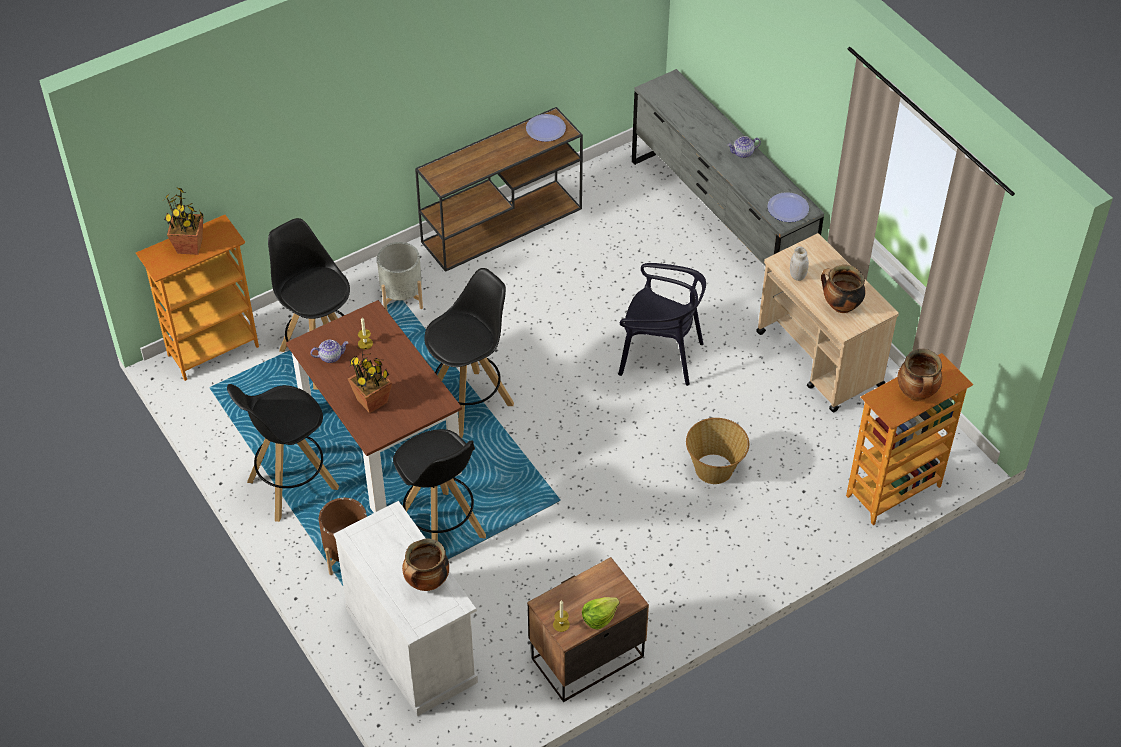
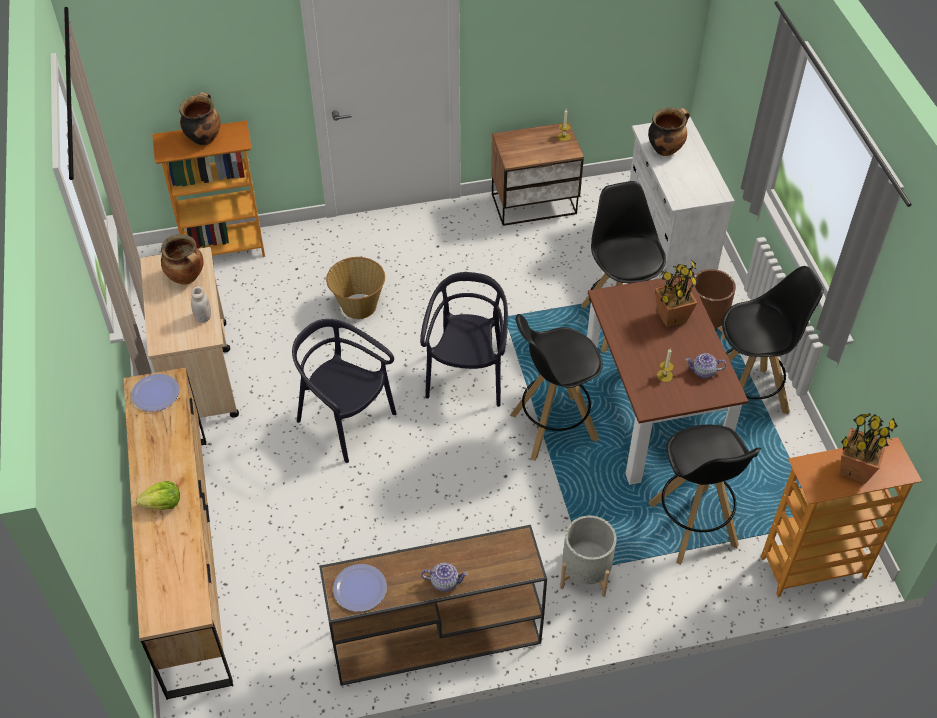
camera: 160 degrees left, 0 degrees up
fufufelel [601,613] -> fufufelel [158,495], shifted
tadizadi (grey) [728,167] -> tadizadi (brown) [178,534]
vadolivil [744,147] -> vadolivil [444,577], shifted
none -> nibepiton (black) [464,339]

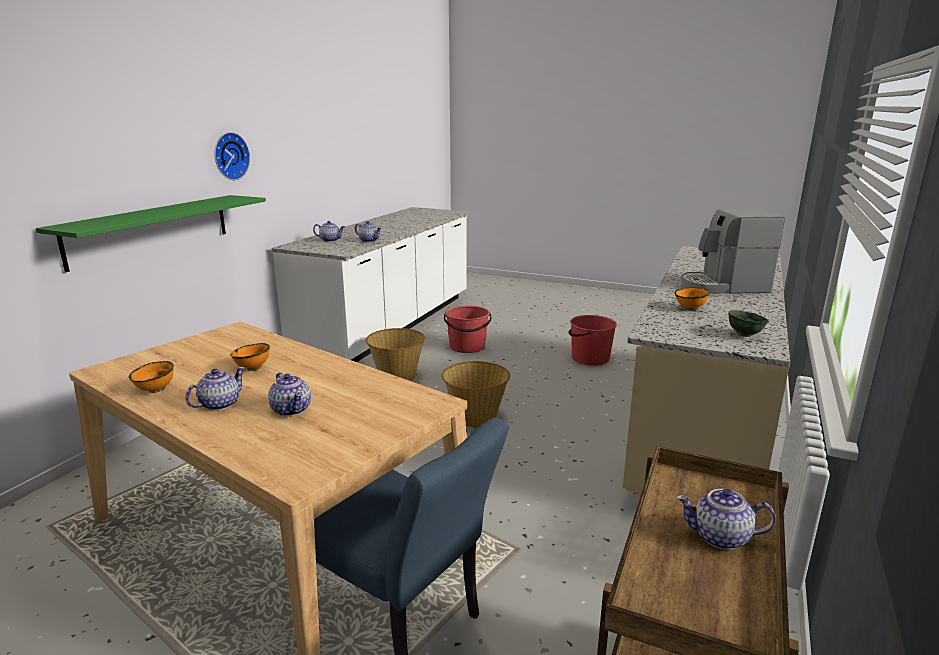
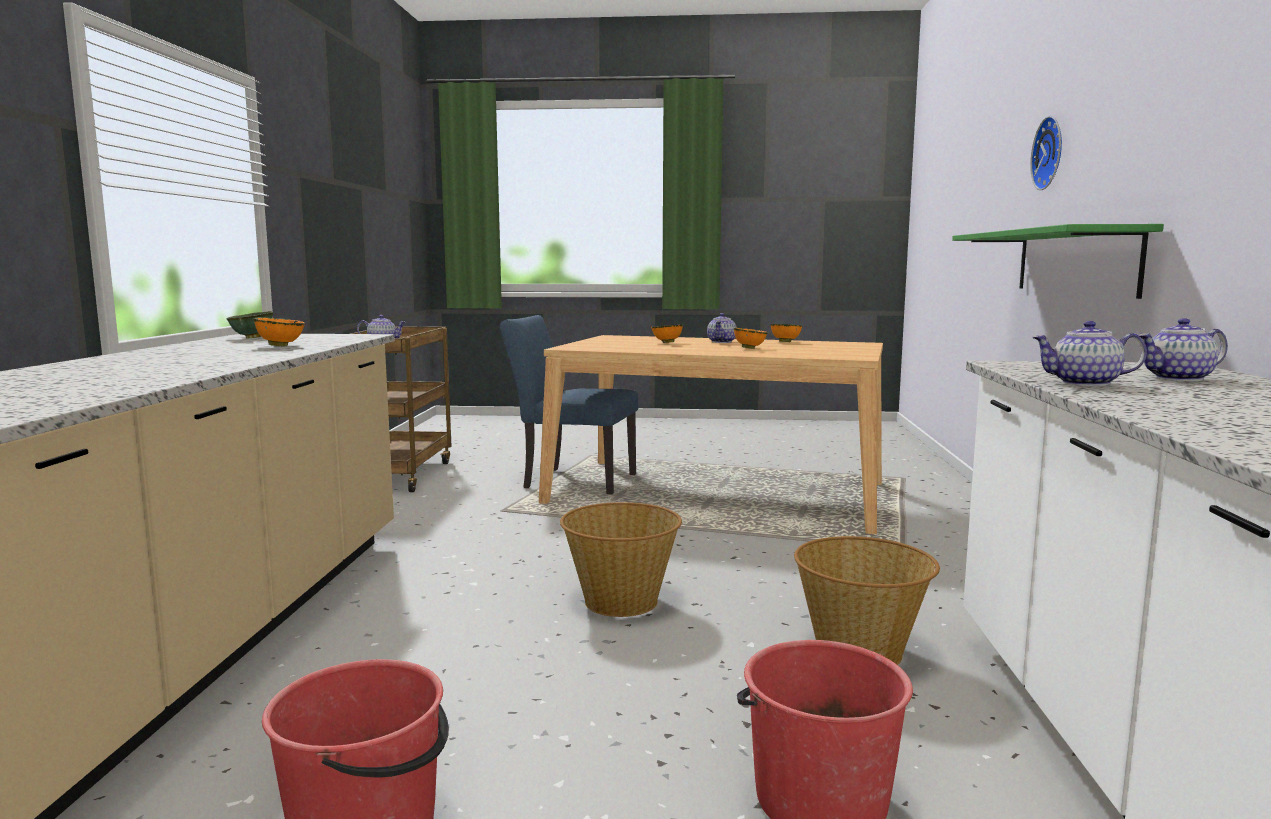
camera: 160 degrees right, 10 degrees down
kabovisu [232,156] -> kabovisu [1046,153], shifted
vadolivil [289,394] -> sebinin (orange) [667,333]
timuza [733,251] -> none

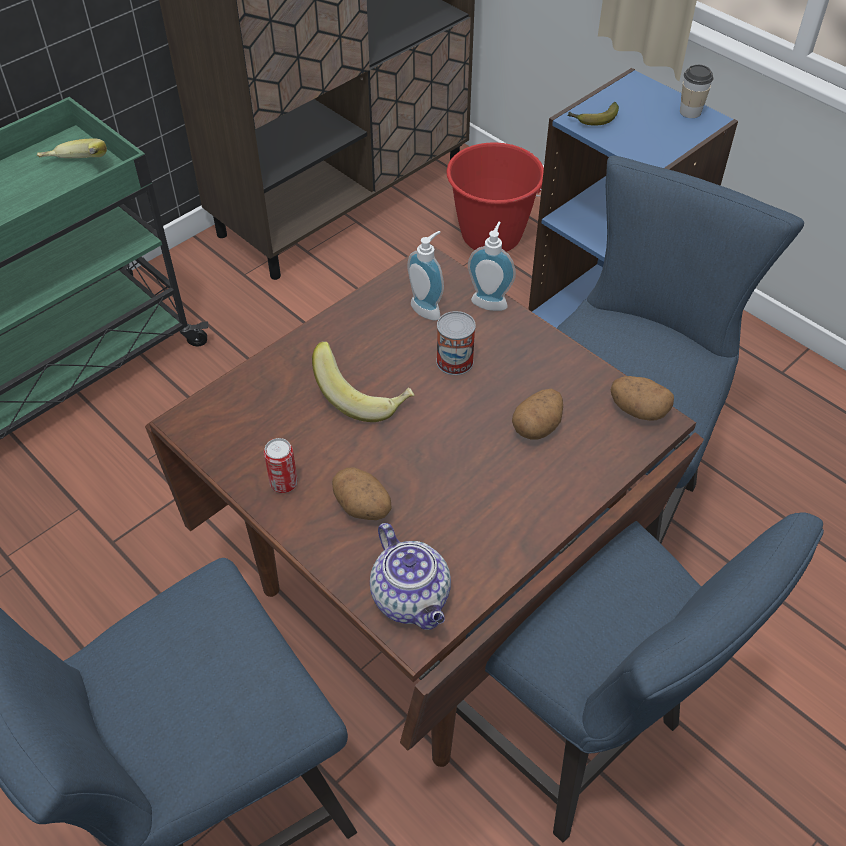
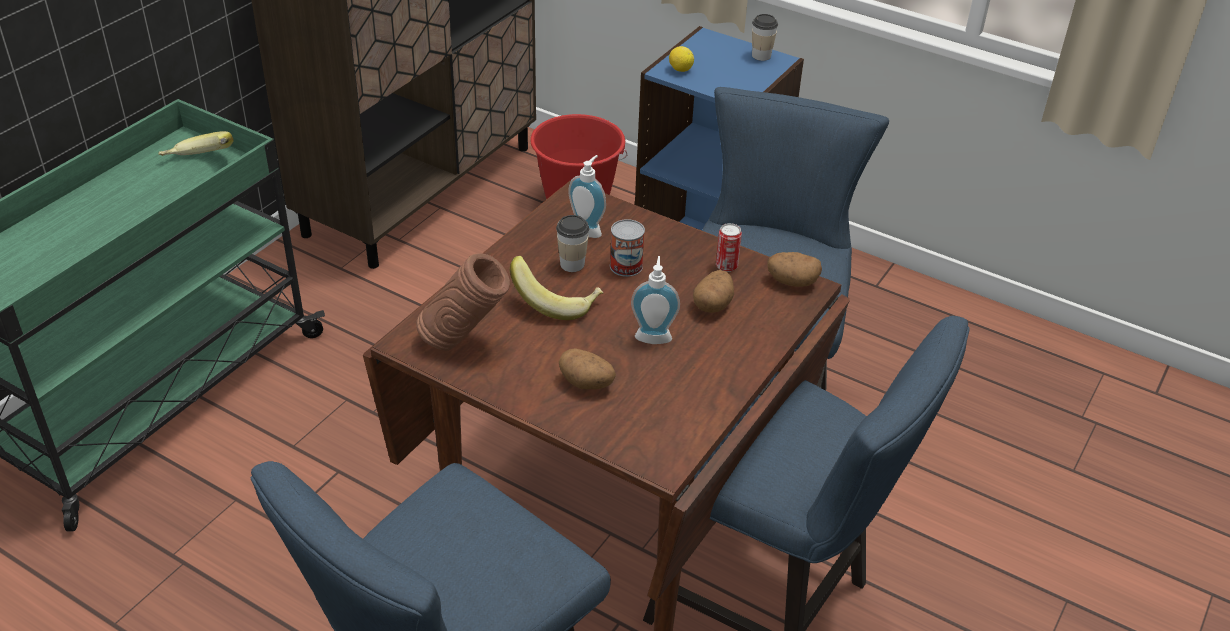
camera: 15 degrees left, 10 degrees down
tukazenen [281,465] -> tukazenen [729,247], shifted
vadolivil [410,576] -> none
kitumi [492,266] -> kitumi [655,300], shifted
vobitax [593,114] -> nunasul [681,59]
none -> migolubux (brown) [463,302]
none -> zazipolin [572,243]

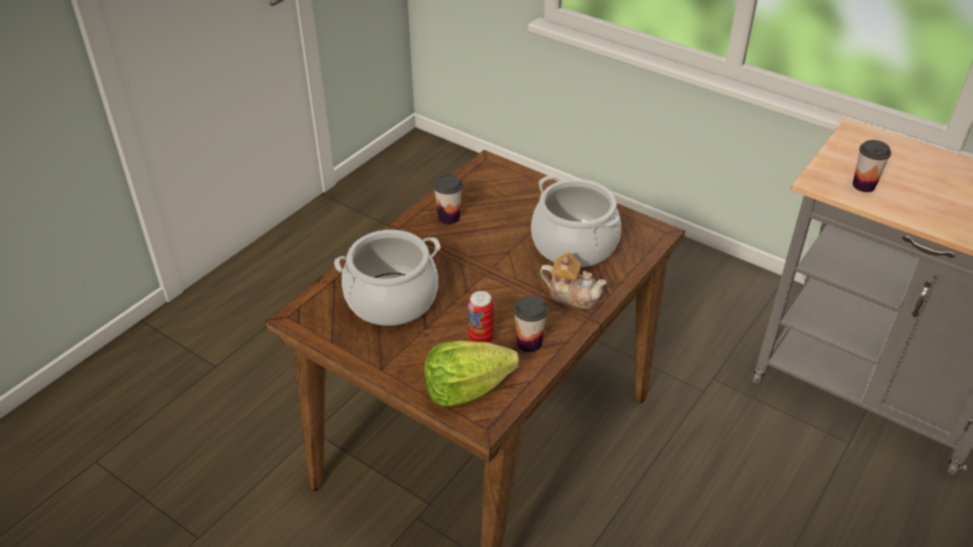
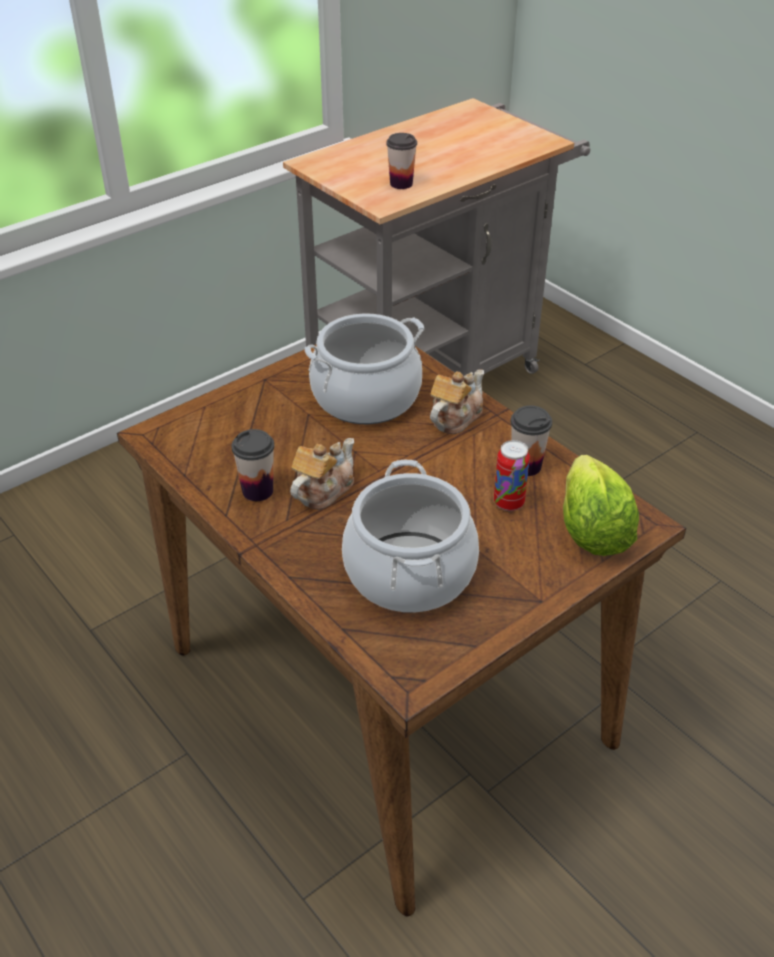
camera: 75 degrees left, 0 degrees up
none -> vadolivil [322,474]

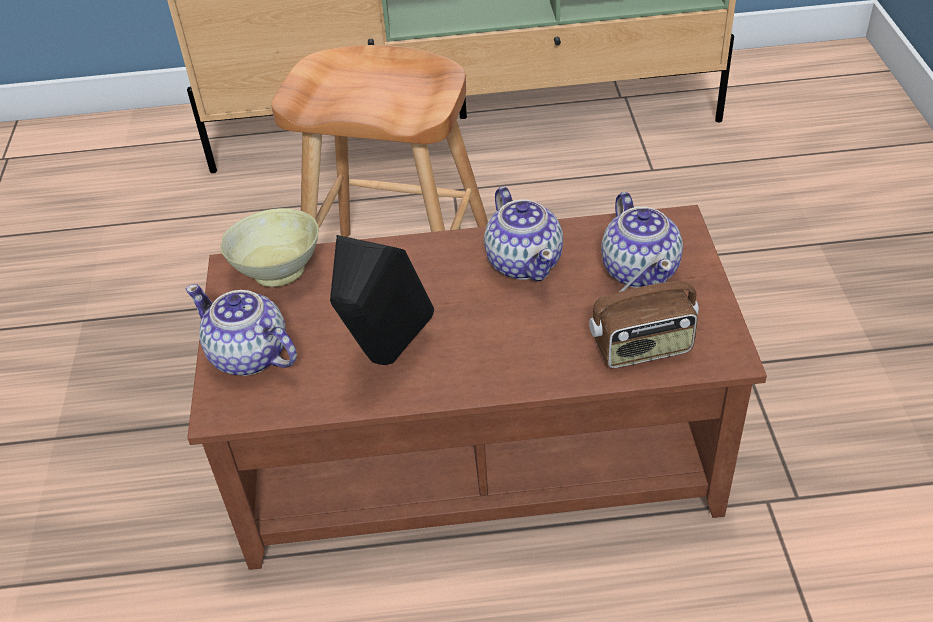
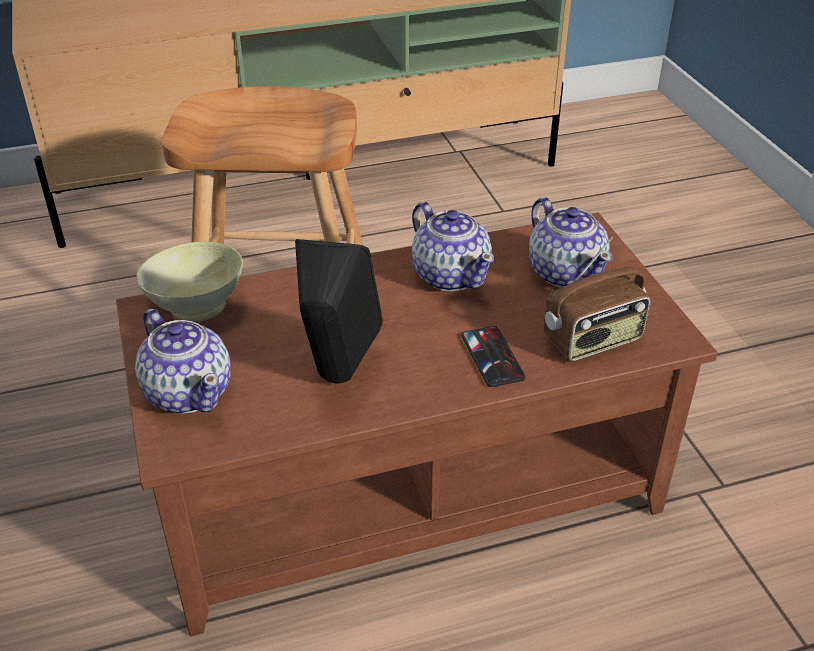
camera: 15 degrees left, 5 degrees down
vadolivil [241,330] -> vadolivil [182,361], 150 degrees counterclockwise
none -> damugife [493,356]

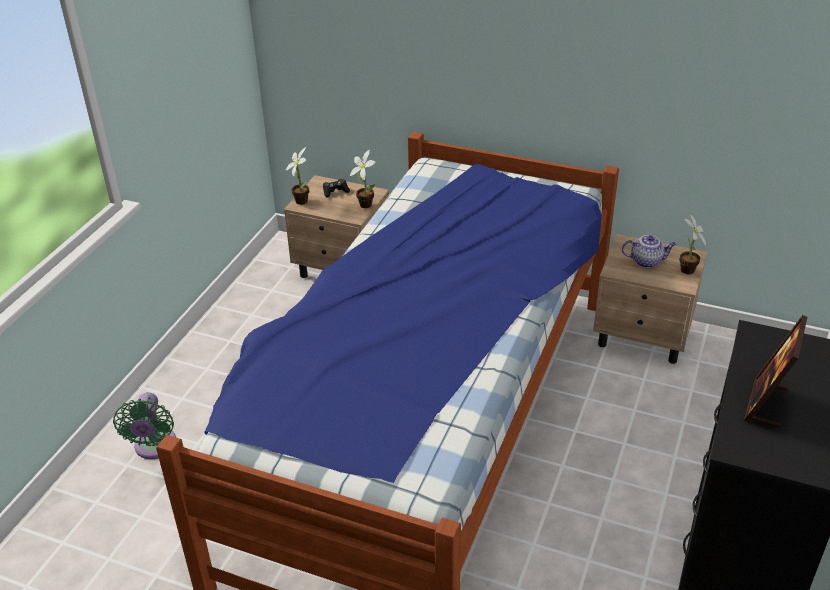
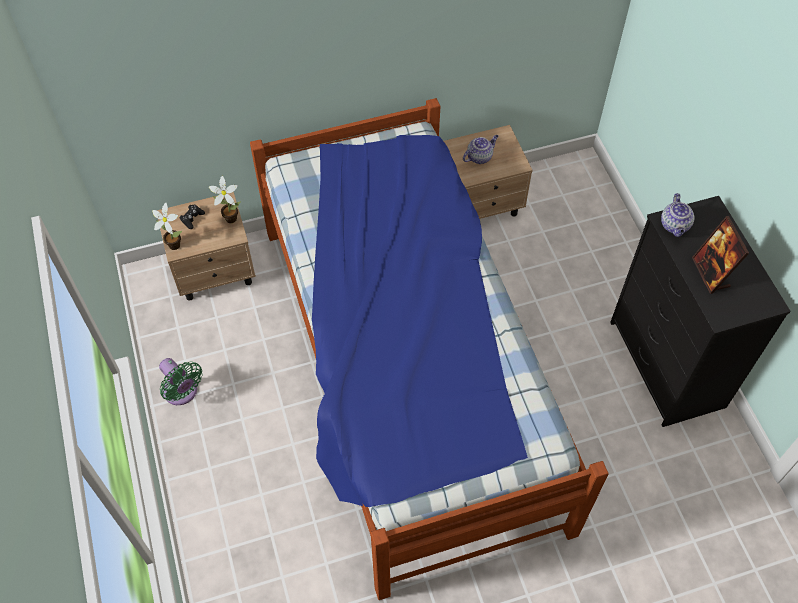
camera: 40 degrees left, 20 degrees up
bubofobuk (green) [144,425] -> bubofobuk (green) [181,381], shifted
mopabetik [692,244] -> none
none -> vadolivil [677,215]

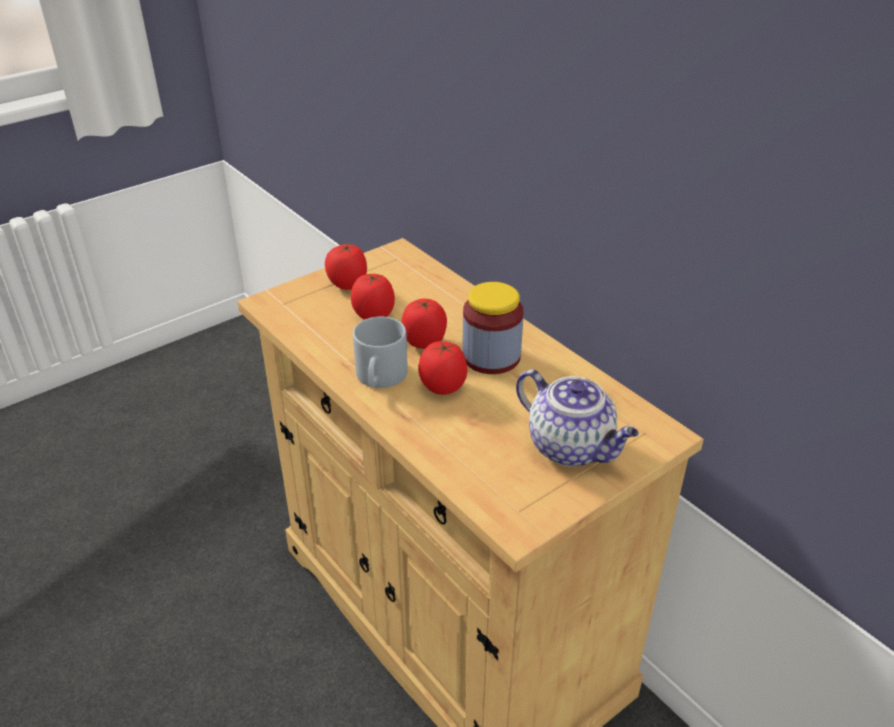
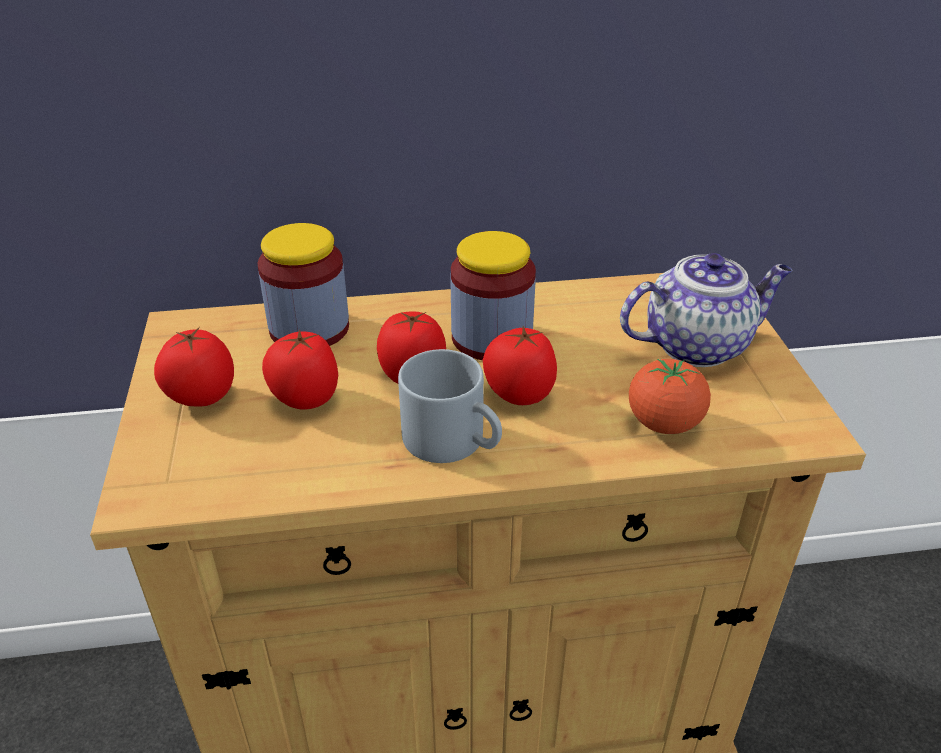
camera: 60 degrees left, 0 degrees up
none -> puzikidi [303,284]
none -> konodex [670,396]

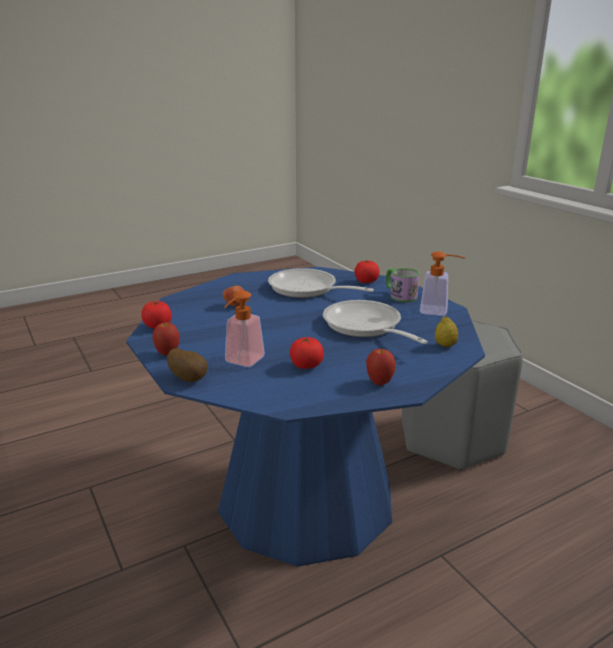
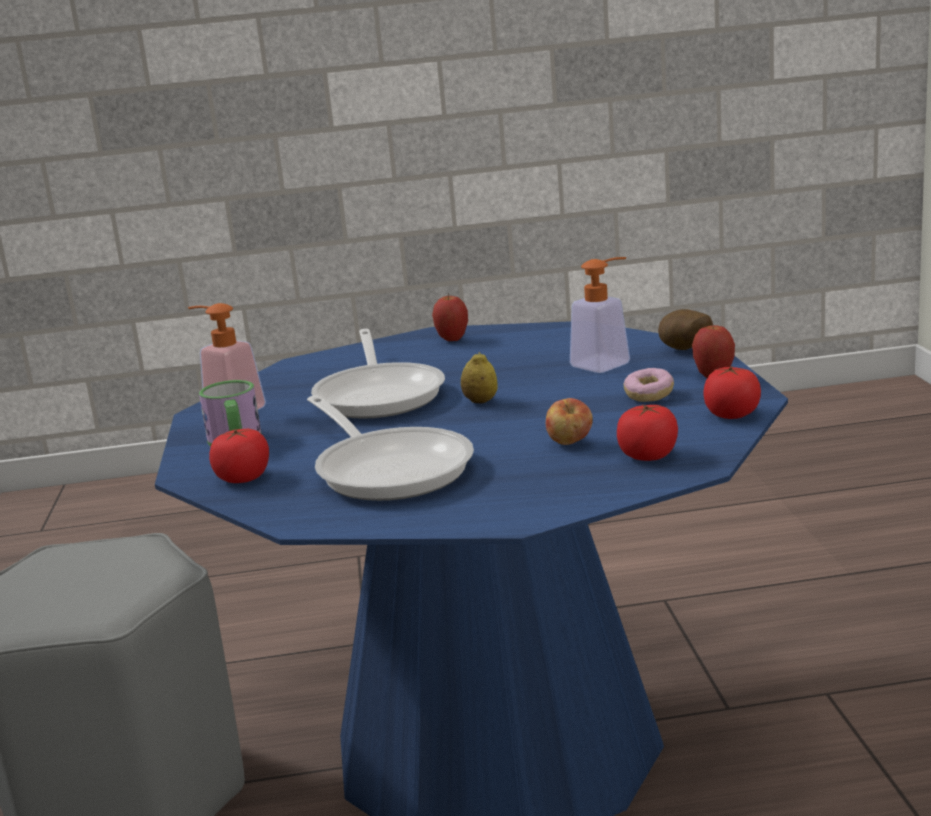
camera: 155 degrees left, 5 degrees down
konodex [307,352] -> konodex [647,432], shifted
nunasul [446,332] -> nunasul [479,377], shifted
none -> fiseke [648,385]

